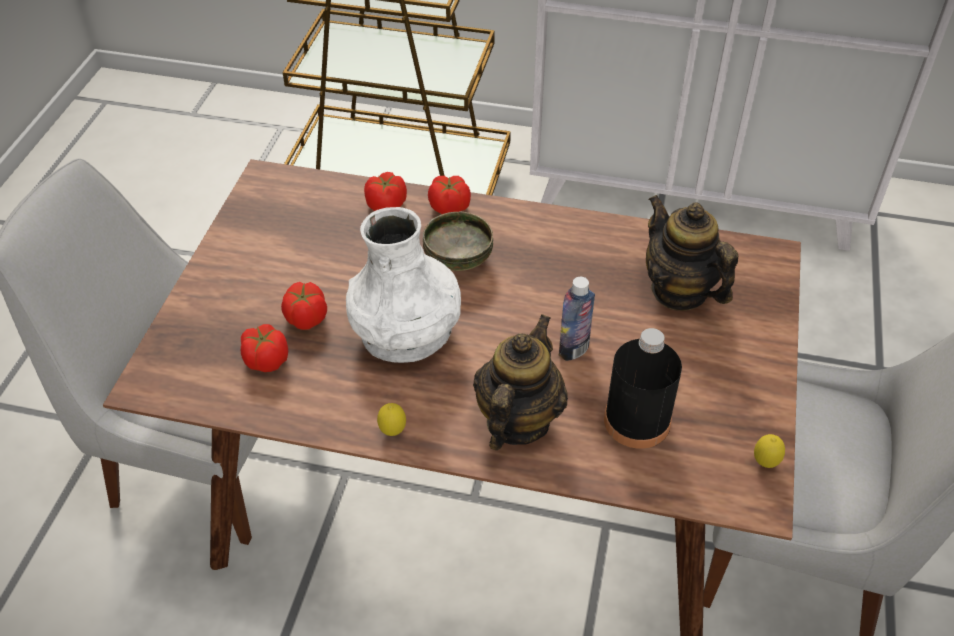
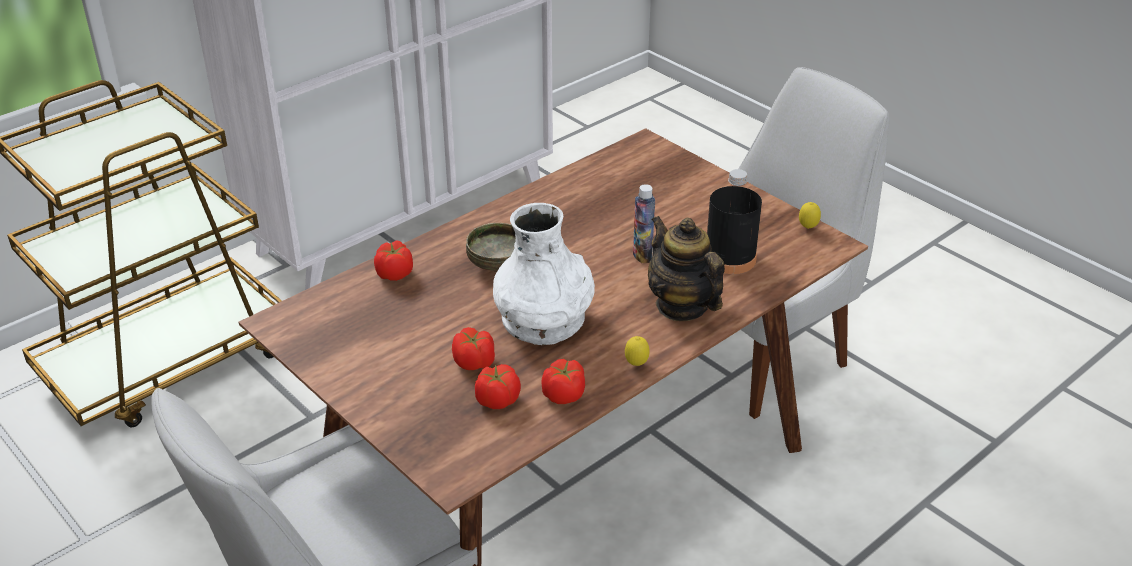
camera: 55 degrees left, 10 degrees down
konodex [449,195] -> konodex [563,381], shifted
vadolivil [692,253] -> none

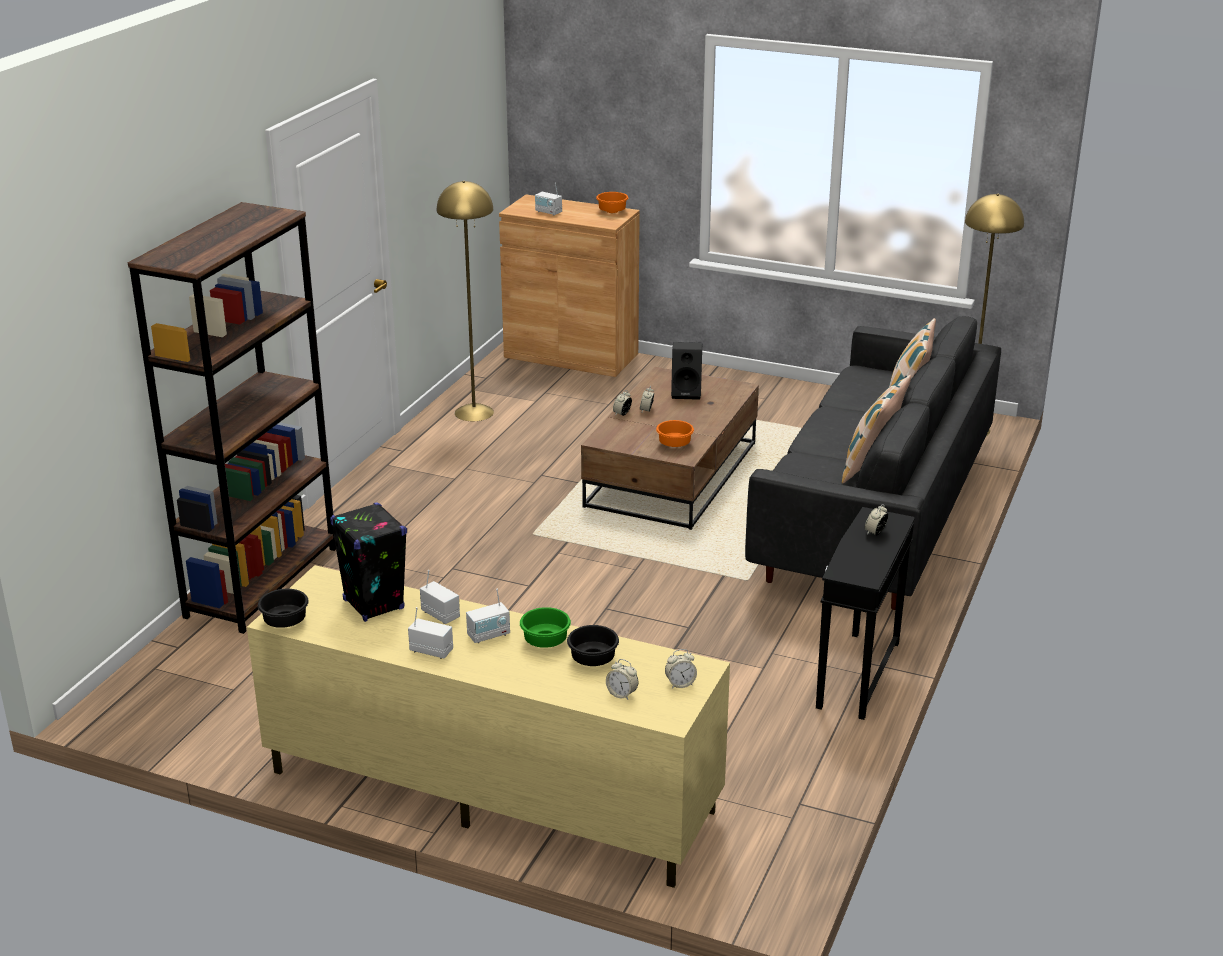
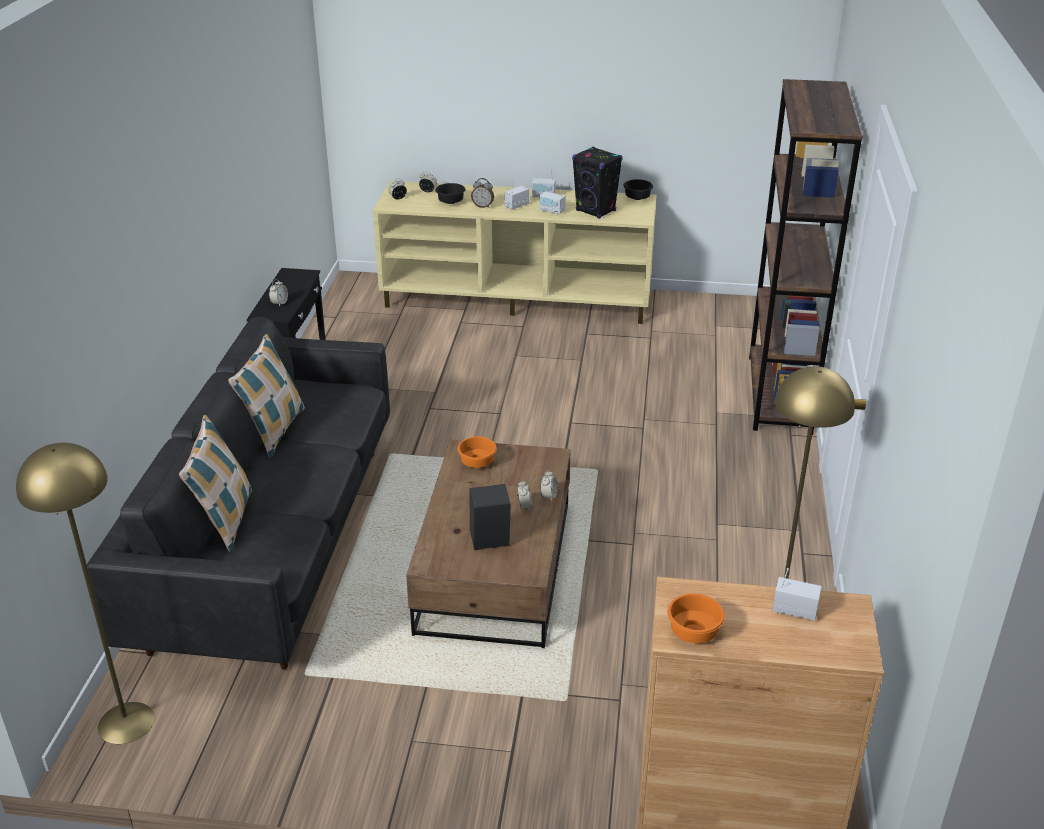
camera: 165 degrees right, 5 degrees up
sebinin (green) [545,627] -> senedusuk [482,193]

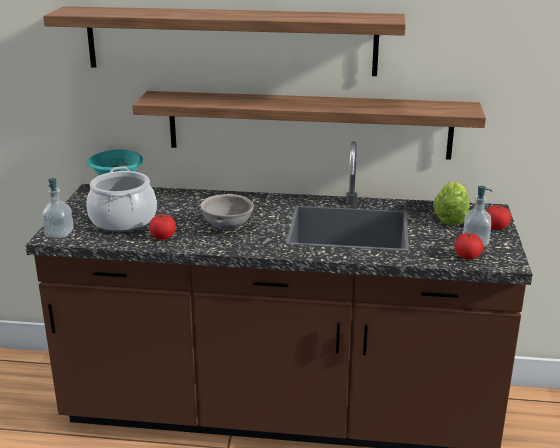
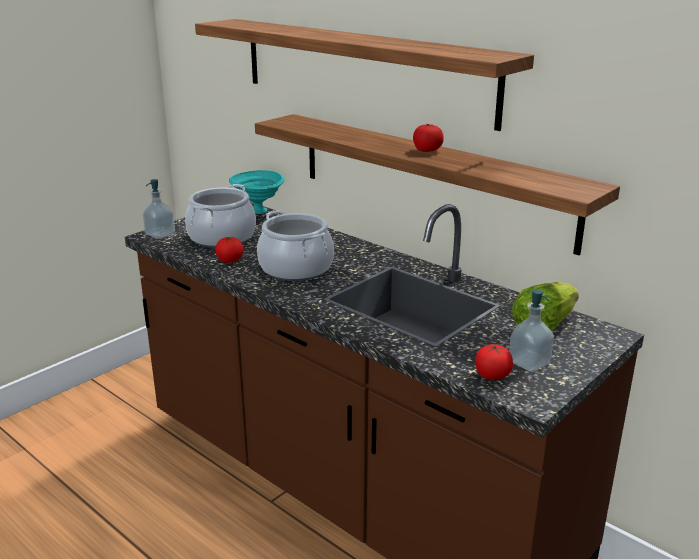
camera: 35 degrees right, 0 degrees up
sebinin (grey) [227,212] -> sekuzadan [295,245]
konodex [498,217] -> konodex [428,138], shifted

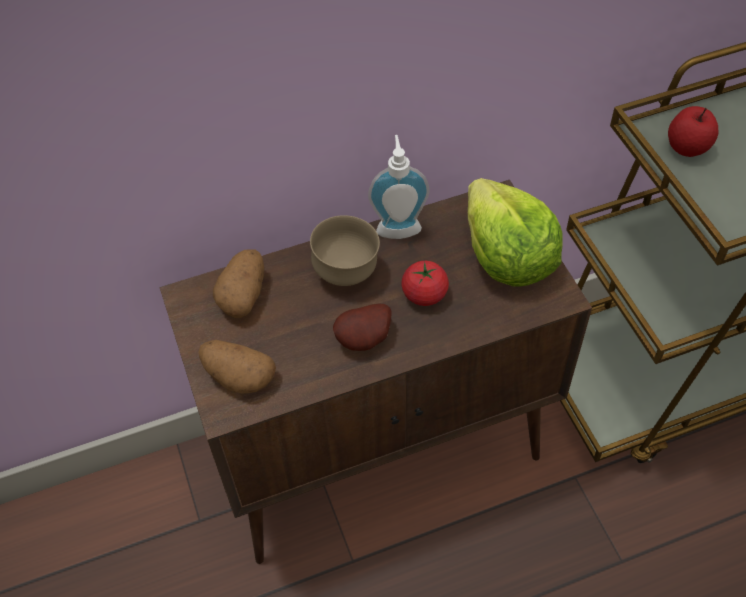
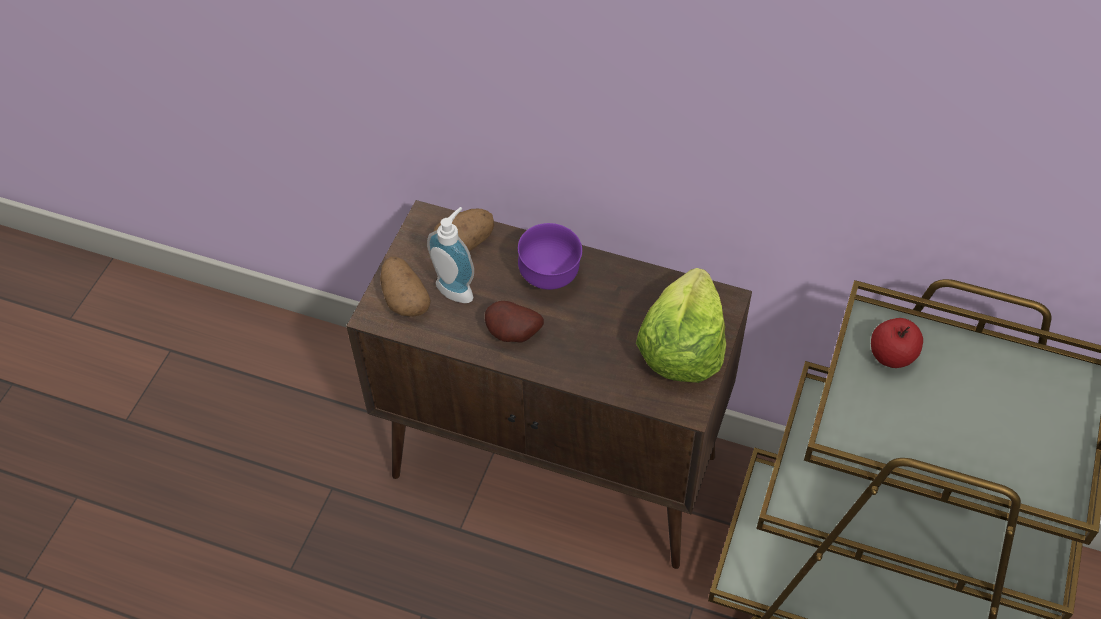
camera: 40 degrees right, 0 degrees up
sebinin (brown) [345,250] -> sebinin (purple) [550,256]
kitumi [399,187] -> kitumi [450,255], shifted
konodex [425,283] -> none

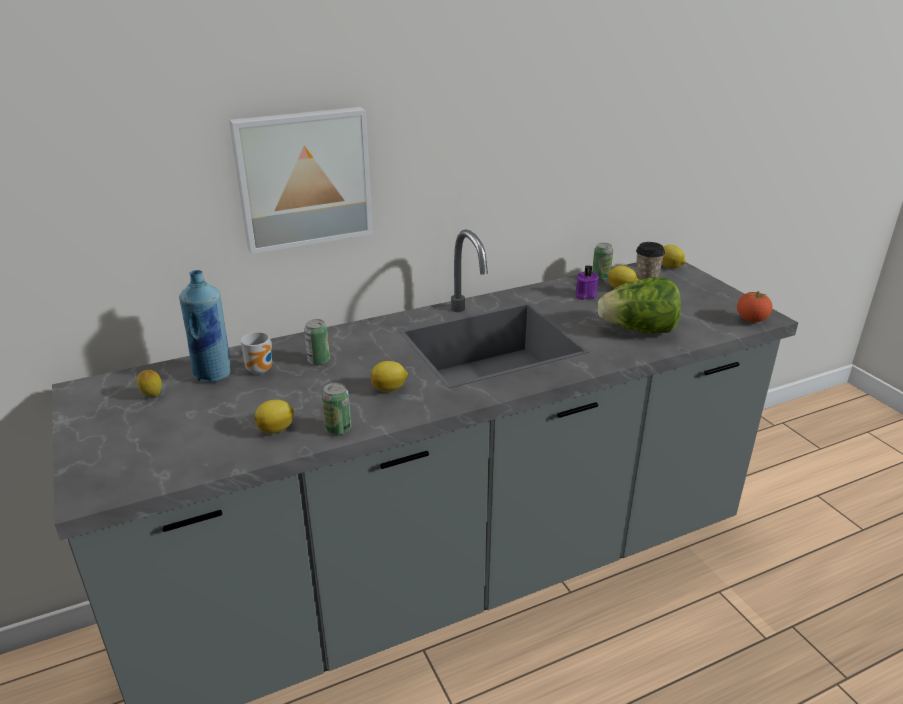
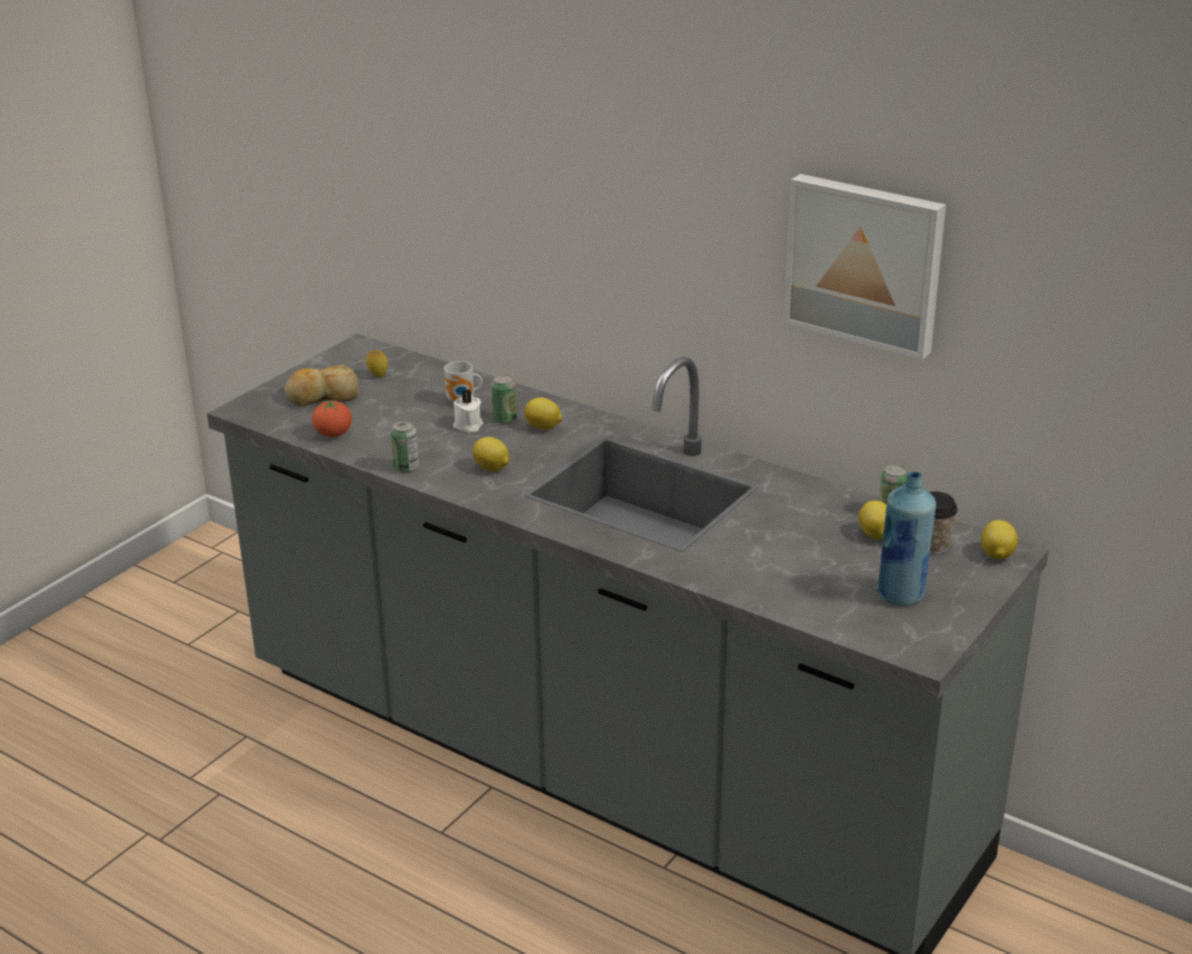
camera: 60 degrees right, 0 degrees up
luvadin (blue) [205,326] -> luvadin (blue) [906,538], shifted
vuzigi [301,180] -> vuzigi [864,267], shifted
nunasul [274,417] -> nunasul [543,413], shifted
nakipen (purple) [587,282] -> none
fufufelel [639,305] -> none
konodex [754,306] -> konodex [332,418], shifted
none -> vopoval [322,385]
none -> nakipen (white) [468,411]

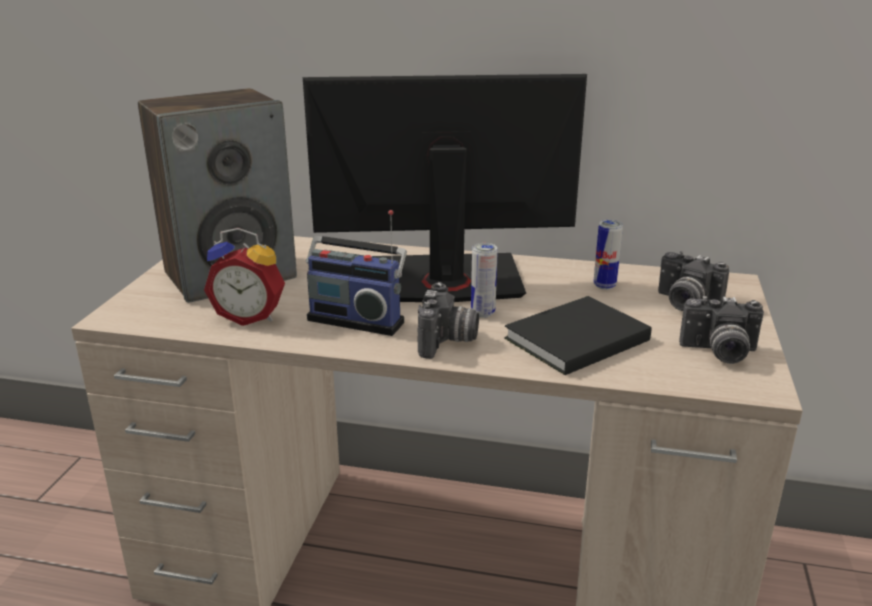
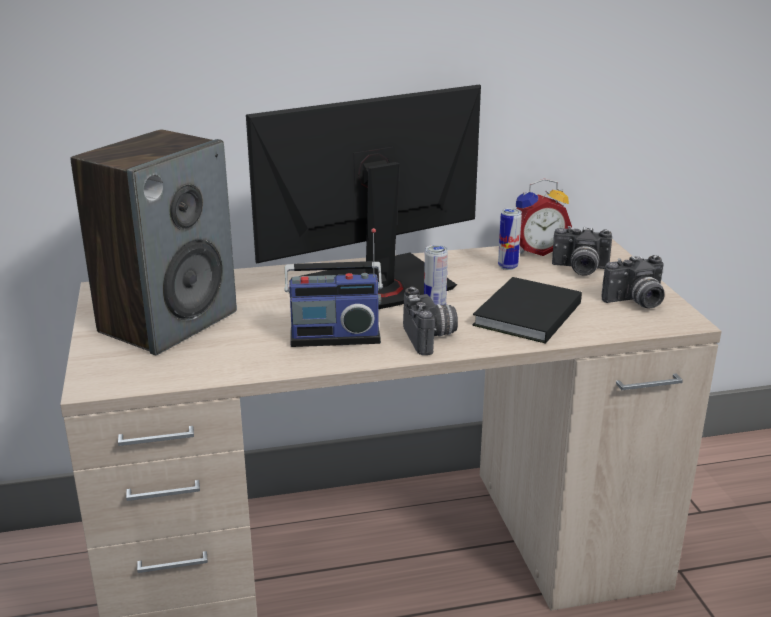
camera: 25 degrees left, 0 degrees up
senedusuk [244,277] -> senedusuk [544,217], shifted

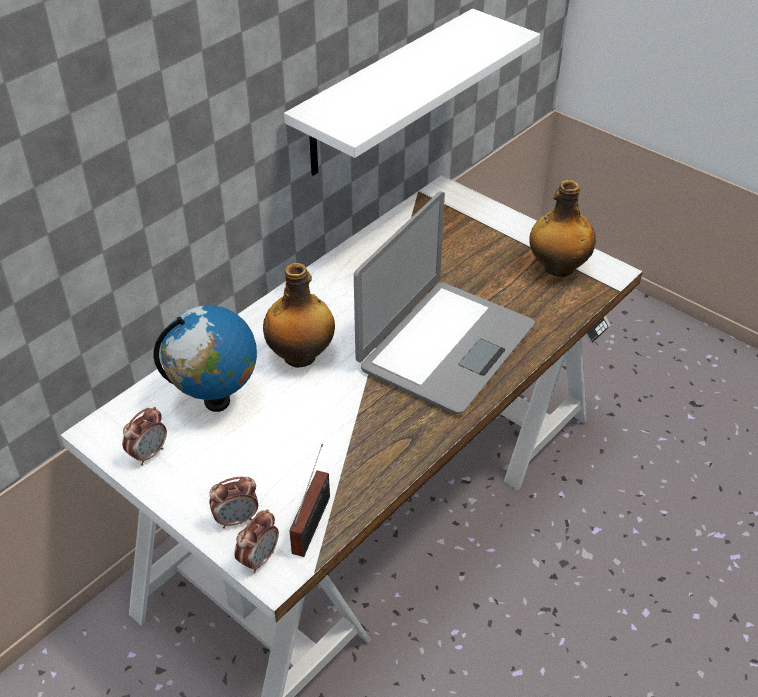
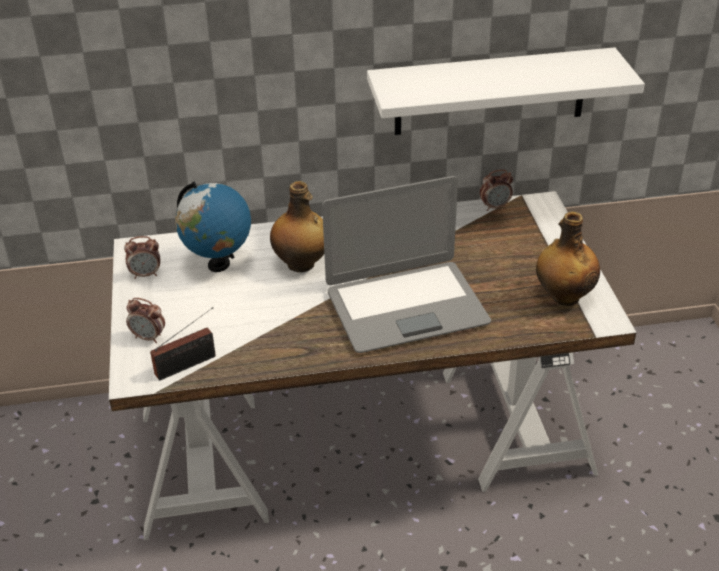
camera: 40 degrees right, 5 degrees down
senedusuk [256,541] -> senedusuk [496,190], shifted

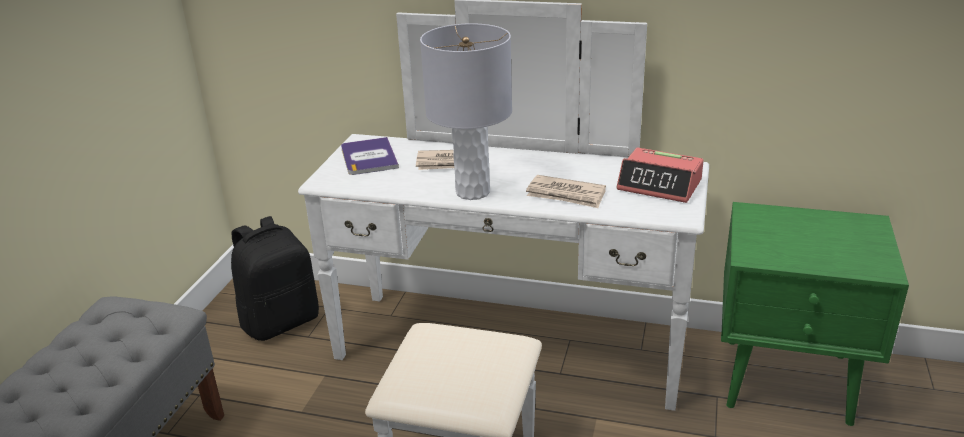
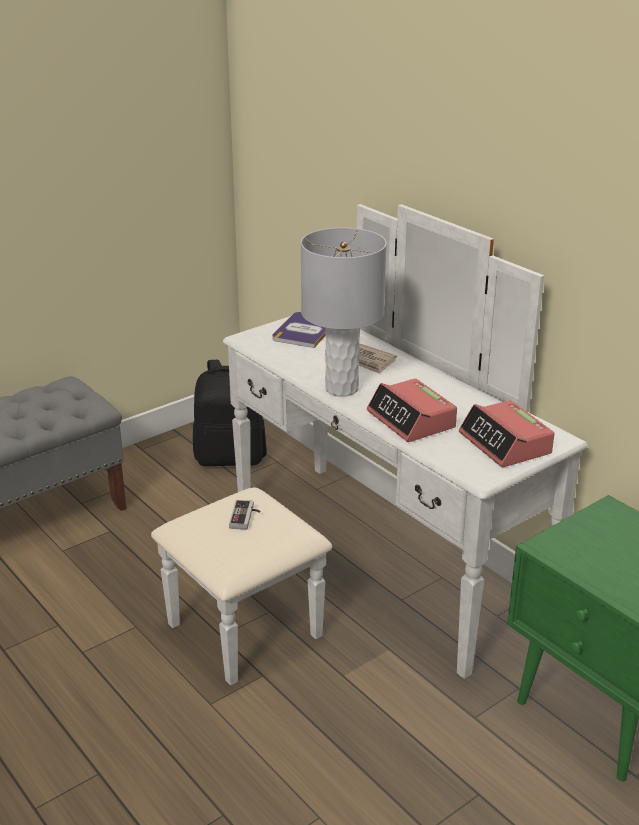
camera: 35 degrees right, 0 degrees up
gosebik [566,191] -> senedusuk [412,410]
none -> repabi [244,515]

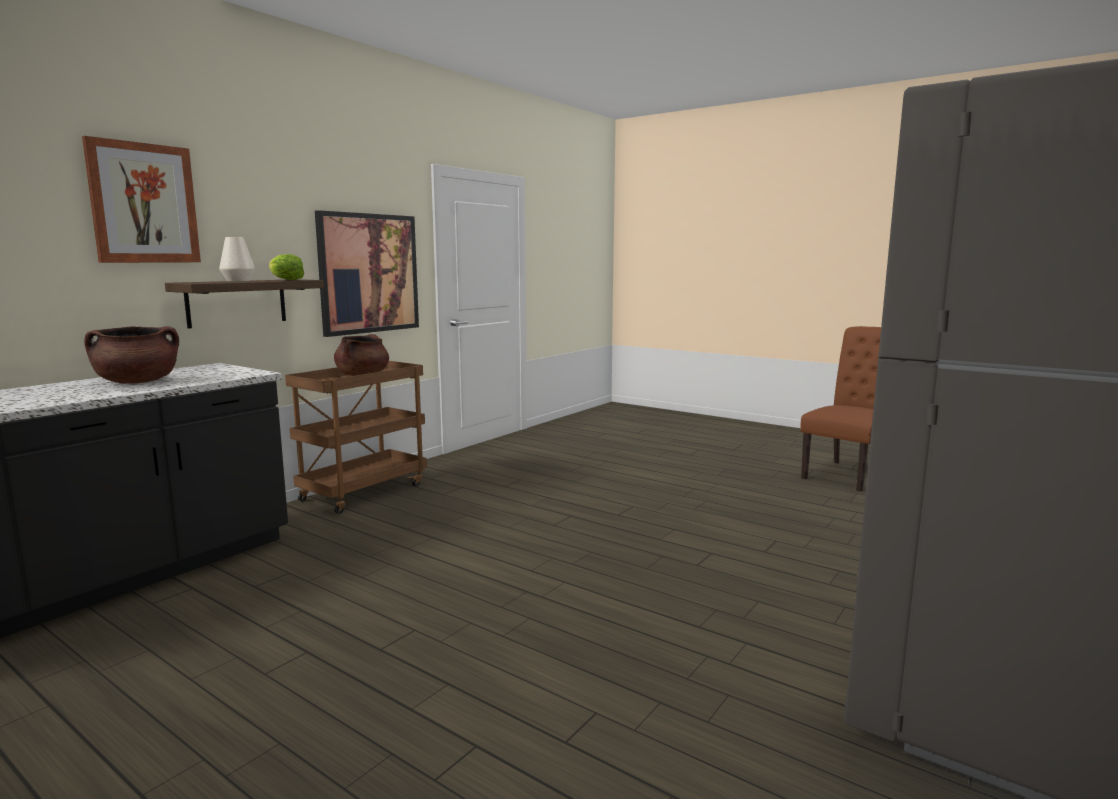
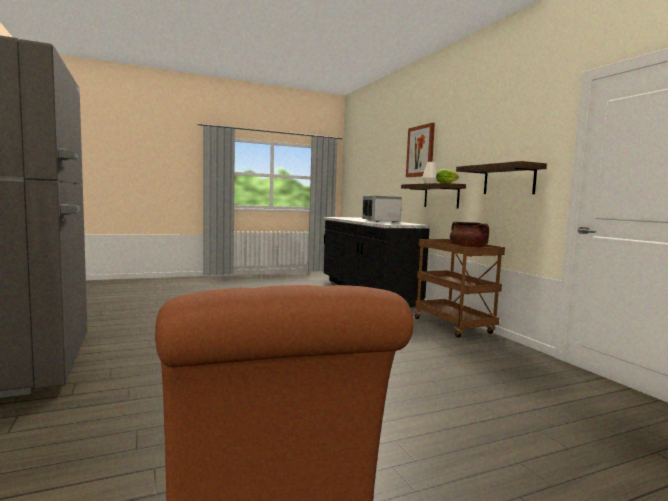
camera: 120 degrees right, 5 degrees down
sekuzadan (brown) [131,355] -> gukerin [382,209]
vuzigi [367,273] -> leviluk [501,177]

